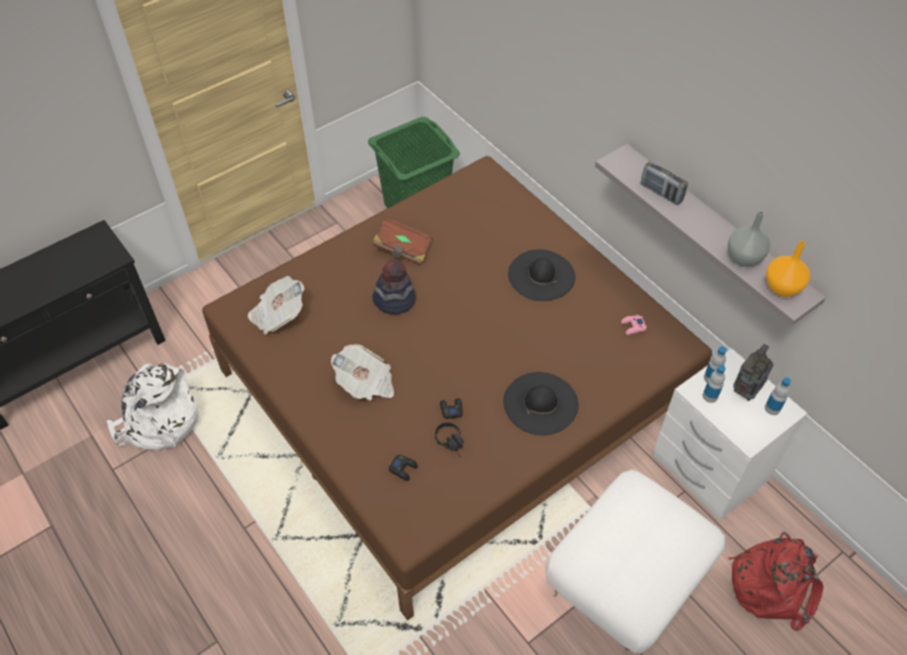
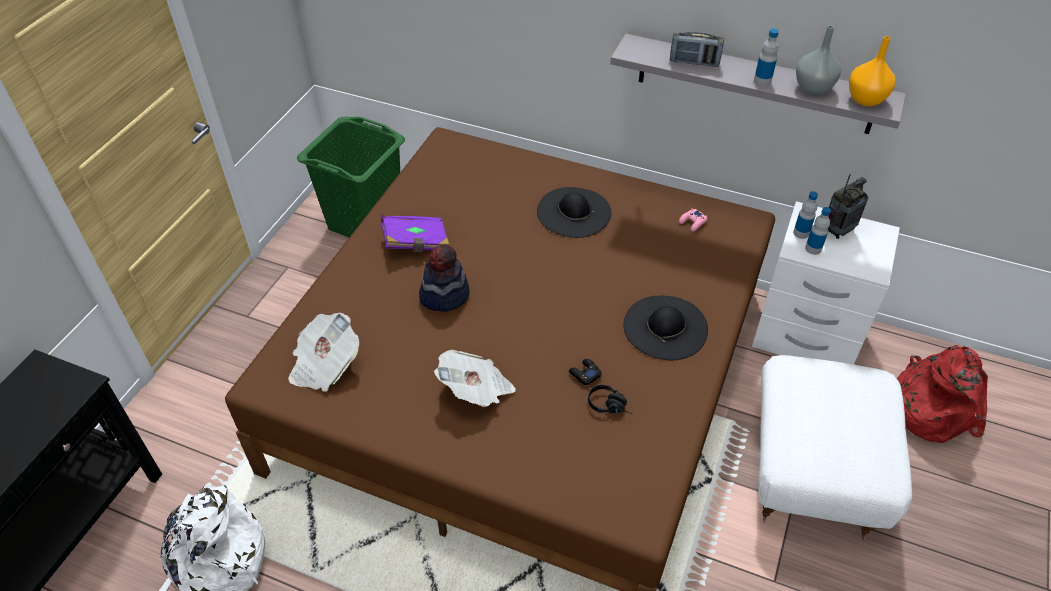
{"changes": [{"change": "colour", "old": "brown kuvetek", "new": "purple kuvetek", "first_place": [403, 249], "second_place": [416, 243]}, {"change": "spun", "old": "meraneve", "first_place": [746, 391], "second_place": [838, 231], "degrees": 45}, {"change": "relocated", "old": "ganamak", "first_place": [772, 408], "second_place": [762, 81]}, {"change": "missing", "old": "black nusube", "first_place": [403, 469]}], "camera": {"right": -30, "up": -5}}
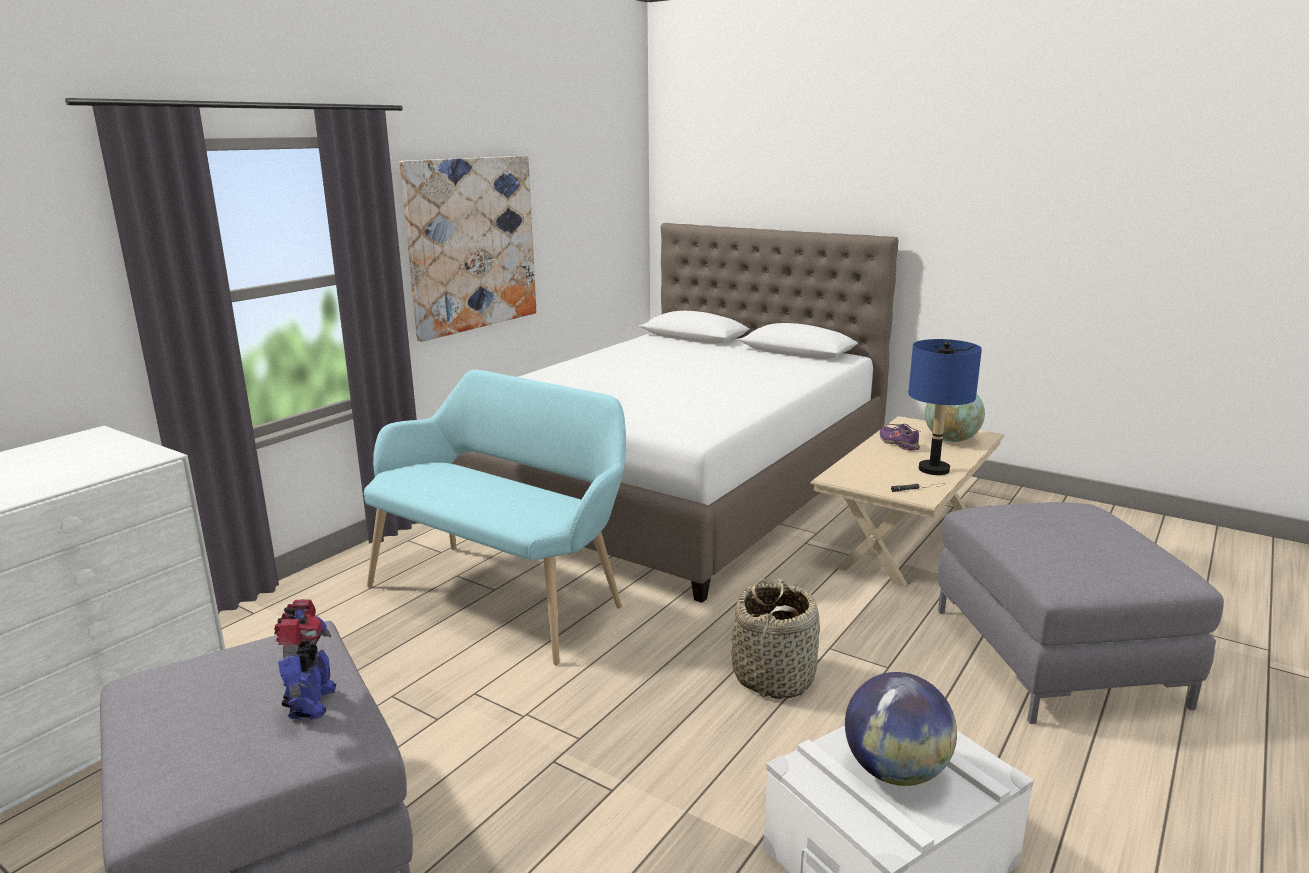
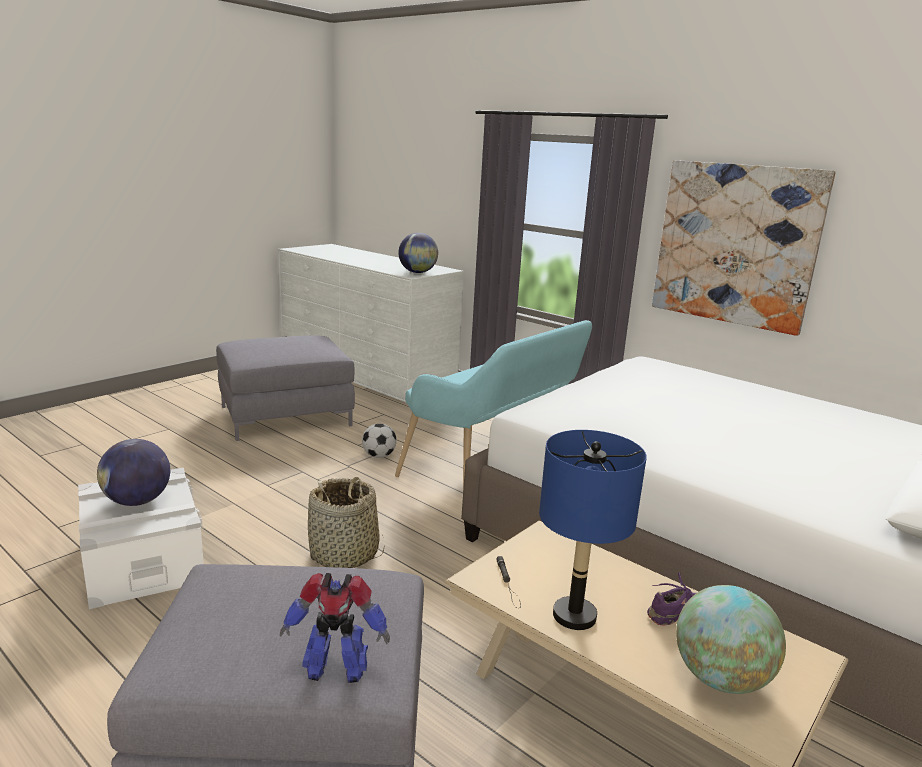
{"changes": [{"change": "relocated", "old": "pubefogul", "first_place": [310, 703], "second_place": [335, 668]}, {"change": "appeared", "new": "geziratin", "second_place": [417, 272]}, {"change": "appeared", "new": "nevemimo", "second_place": [379, 456]}], "camera": {"right": 95, "up": 0}}
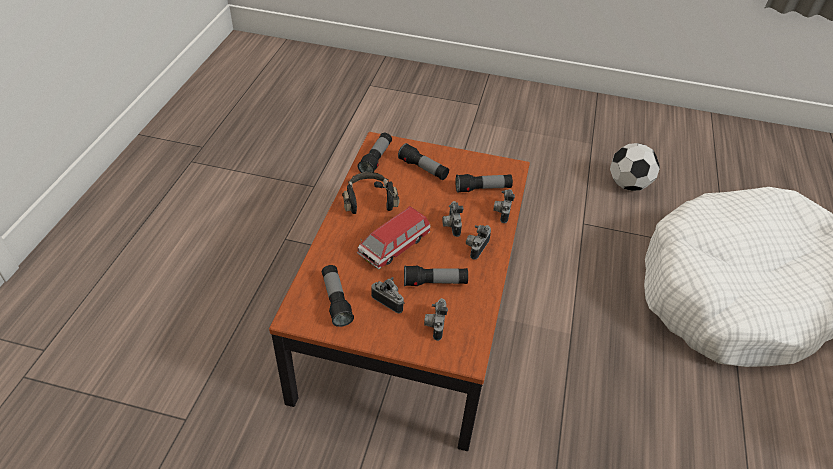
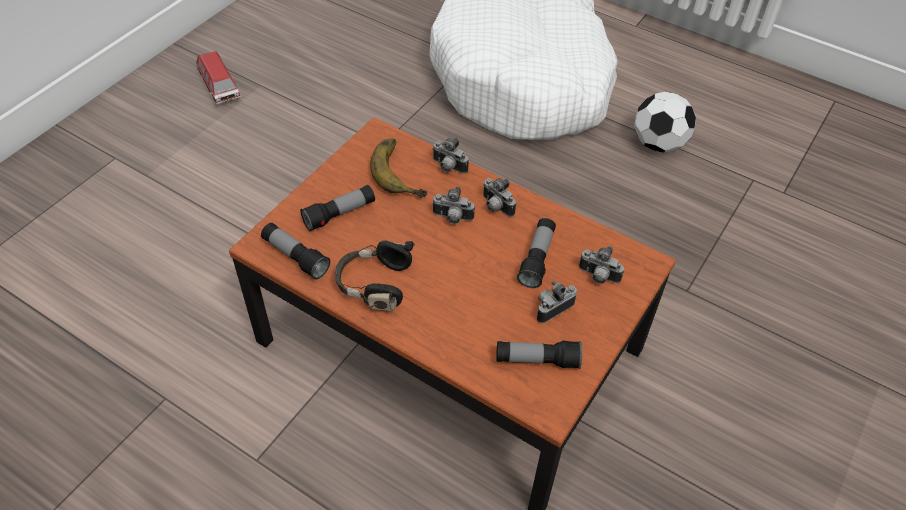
{"changes": [{"change": "relocated", "old": "nevemimo", "first_place": [628, 184], "second_place": [658, 144]}, {"change": "exchanged", "old": "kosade", "new": "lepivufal", "first_place": [483, 189], "second_place": [402, 171]}, {"change": "relocated", "old": "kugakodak", "first_place": [394, 246], "second_place": [219, 87]}], "camera": {"right": -70, "up": 5}}
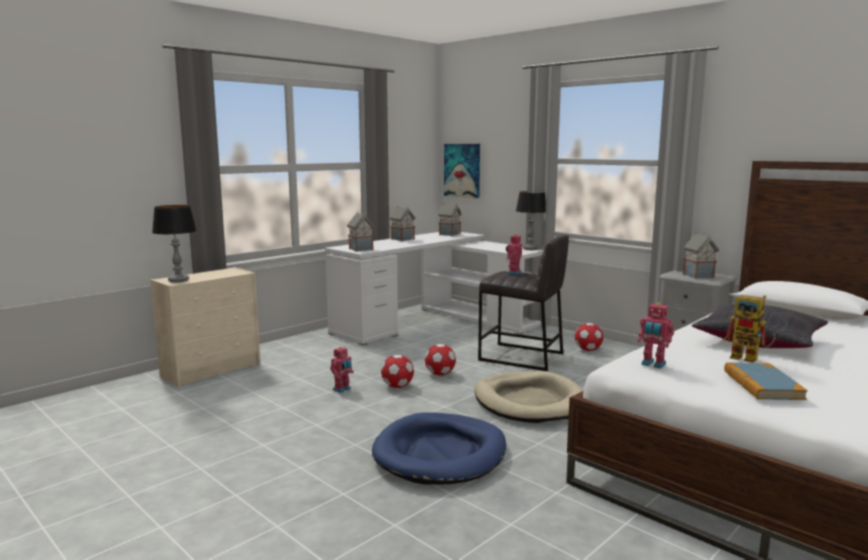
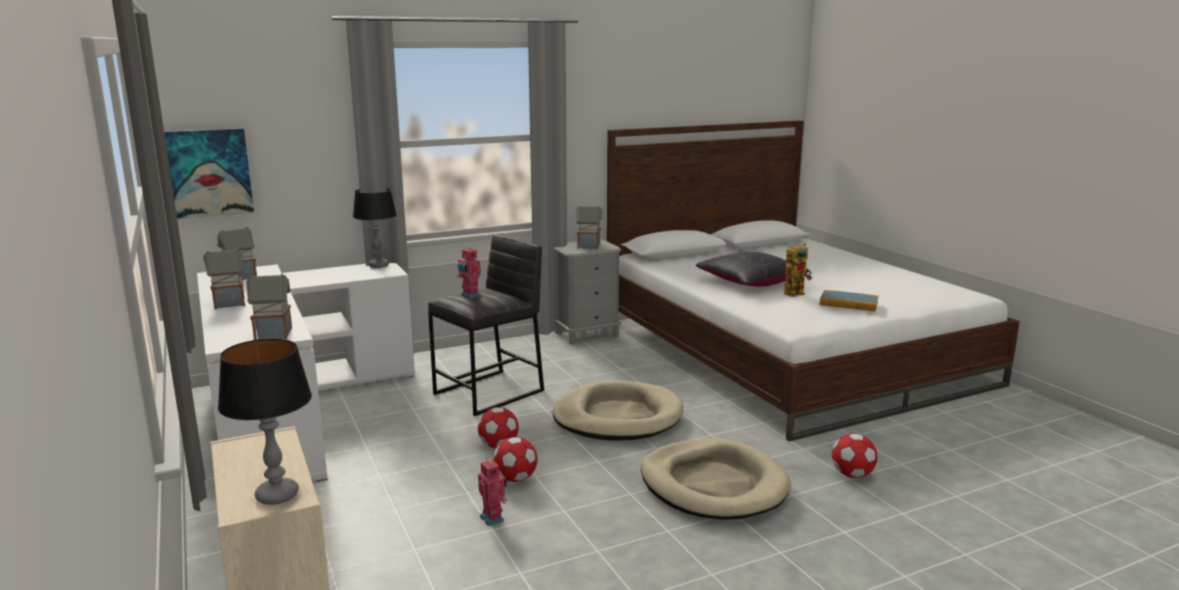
{"changes": [{"change": "missing", "old": "pubefogul", "first_place": [653, 364]}, {"change": "relocated", "old": "nevemimo", "first_place": [588, 350], "second_place": [852, 475]}, {"change": "colour", "old": "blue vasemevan", "new": "beige vasemevan", "first_place": [440, 453], "second_place": [713, 485]}], "camera": {"right": -70, "up": 5}}
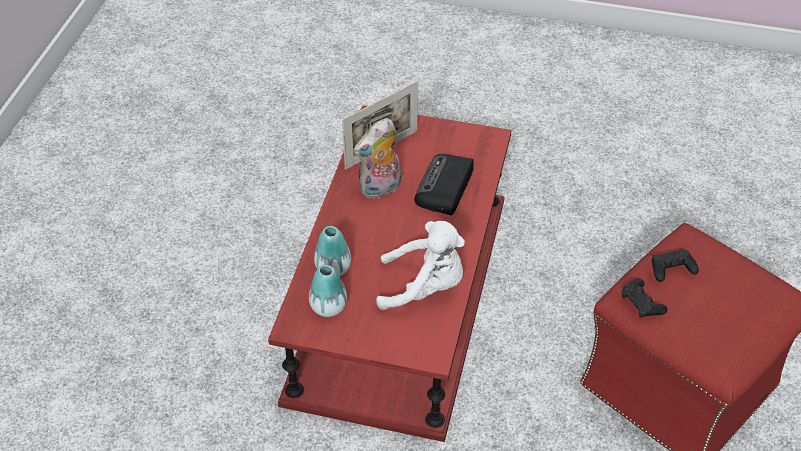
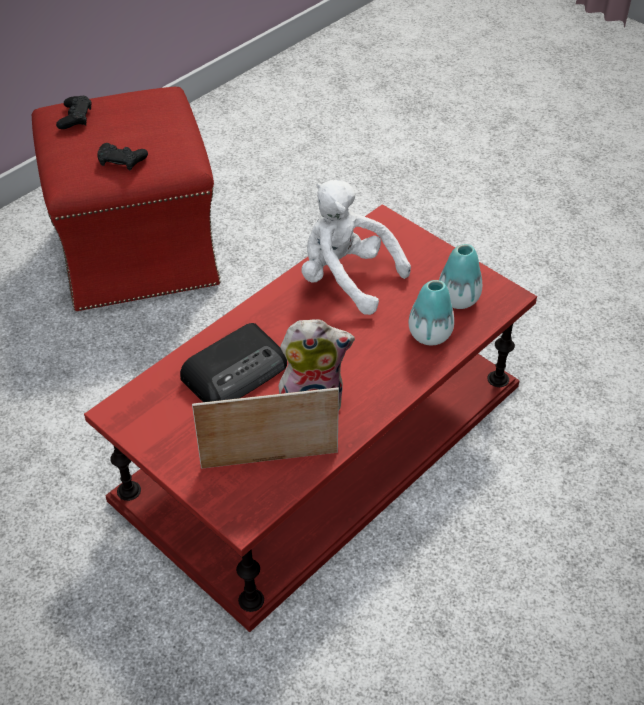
{"changes": [{"change": "relocated", "old": "black nusube", "first_place": [642, 303], "second_place": [75, 117]}], "camera": {"right": -150, "up": 0}}
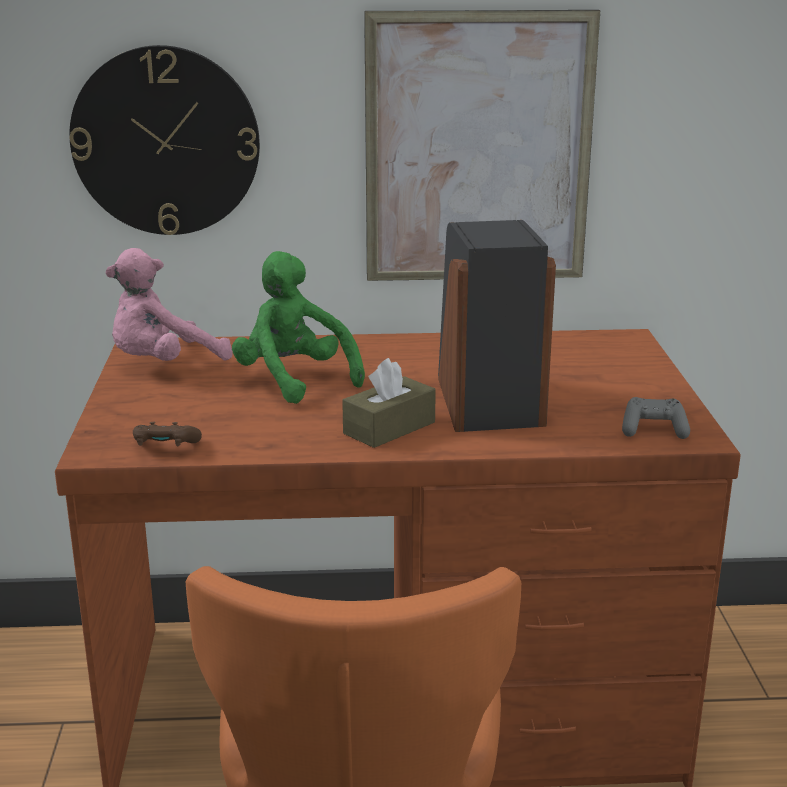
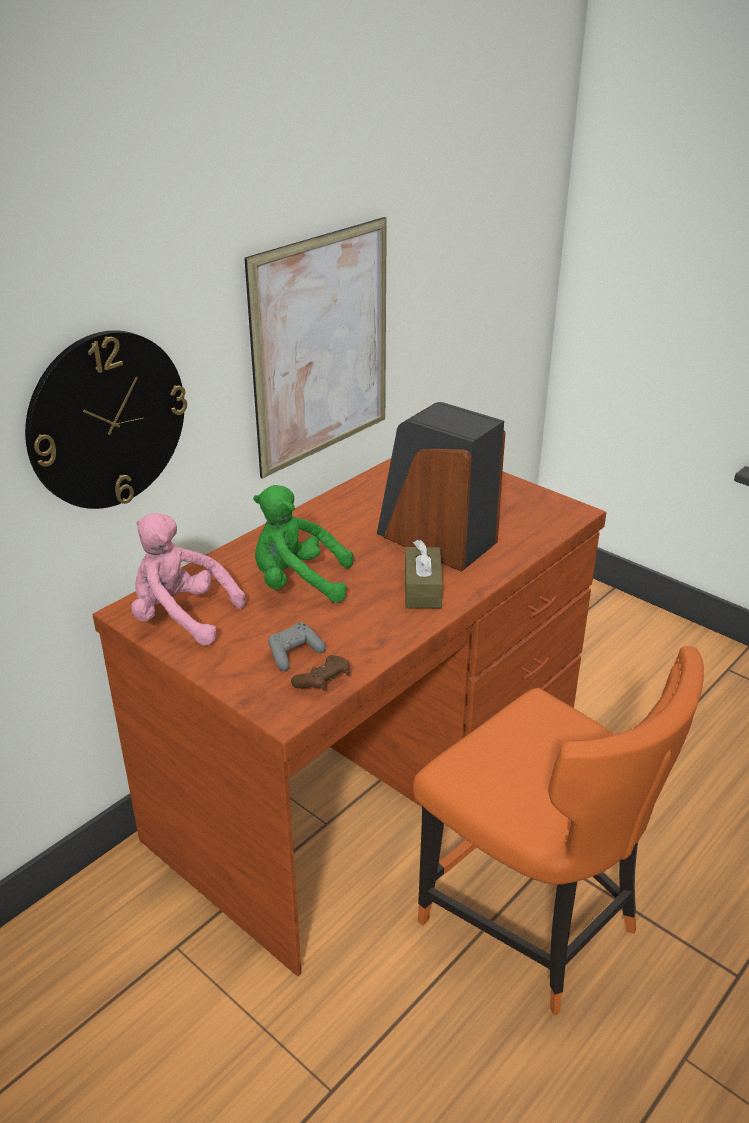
{"changes": [{"change": "spun", "old": "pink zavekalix", "first_place": [164, 364], "second_place": [181, 617], "degrees": 105}, {"change": "relocated", "old": "grey nusube", "first_place": [653, 430], "second_place": [294, 654]}], "camera": {"right": -45, "up": 10}}
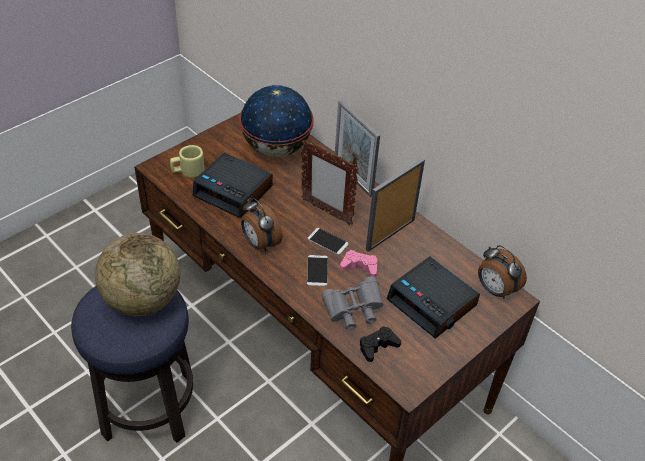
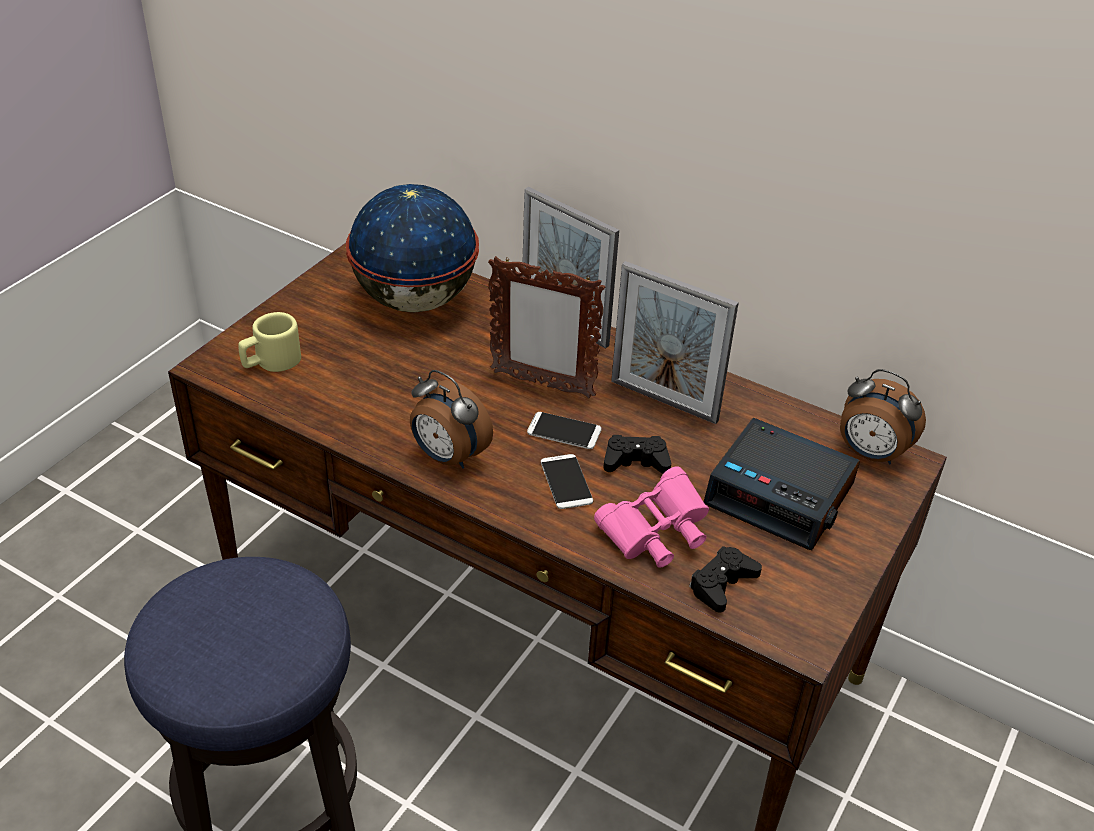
{"changes": [{"change": "missing", "old": "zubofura", "first_place": [234, 191]}, {"change": "spun", "old": "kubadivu", "first_place": [390, 234], "second_place": [664, 401], "degrees": -90}, {"change": "missing", "old": "geziratin", "first_place": [142, 300]}, {"change": "colour", "old": "pink nusube", "new": "black nusube", "first_place": [359, 267], "second_place": [635, 461]}, {"change": "colour", "old": "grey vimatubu", "new": "pink vimatubu", "first_place": [353, 311], "second_place": [655, 535]}], "camera": {"right": -15, "up": -5}}
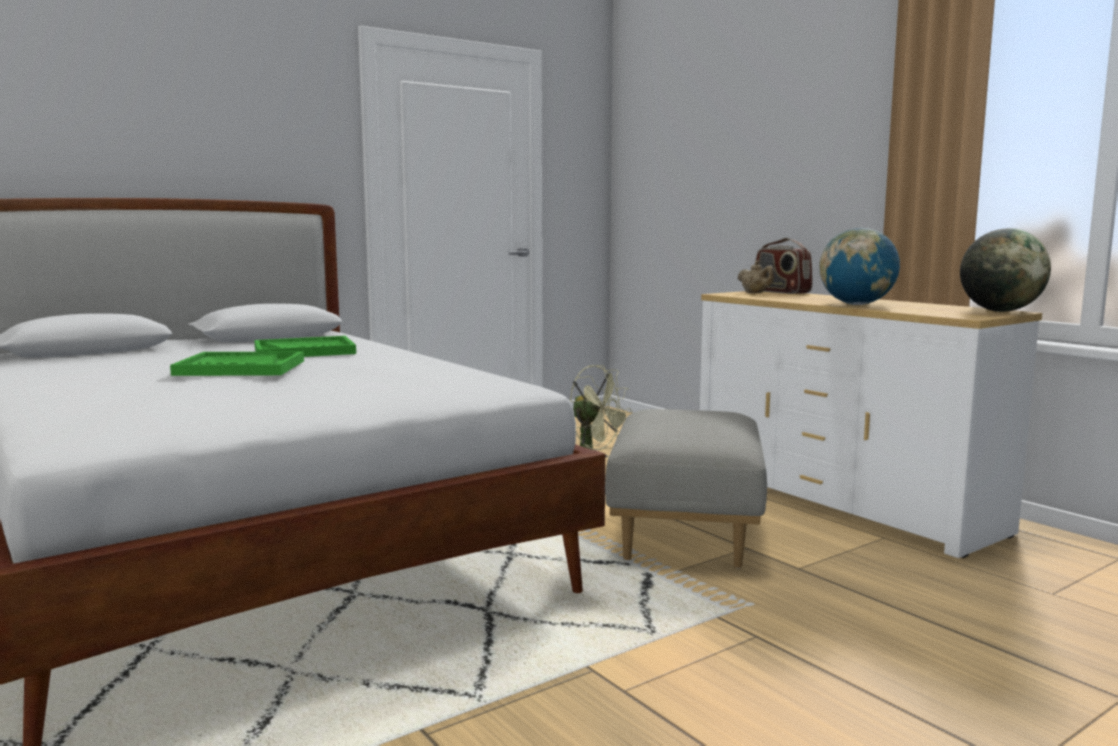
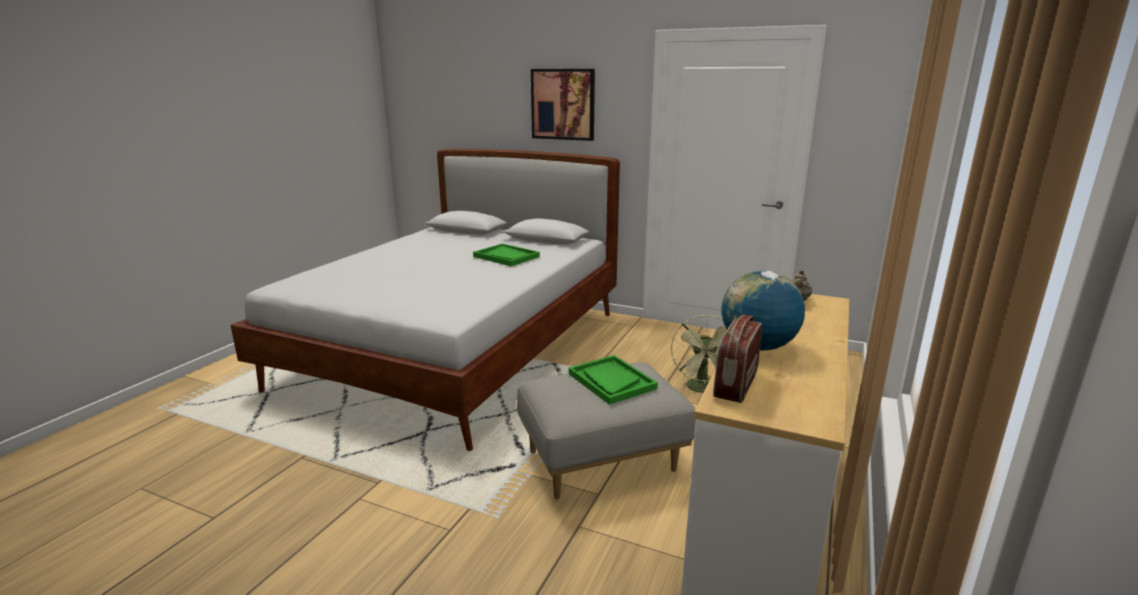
{"changes": [{"change": "missing", "old": "geziratin", "first_place": [1000, 311]}, {"change": "relocated", "old": "meraneve", "first_place": [781, 292], "second_place": [735, 385]}, {"change": "relocated", "old": "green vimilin", "first_place": [240, 368], "second_place": [611, 381]}, {"change": "appeared", "new": "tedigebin", "second_place": [563, 104]}], "camera": {"right": 60, "up": 10}}
